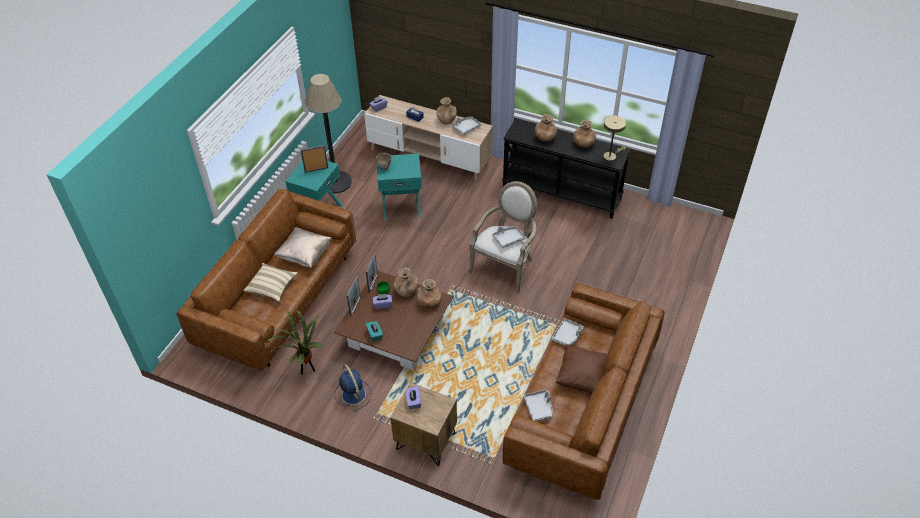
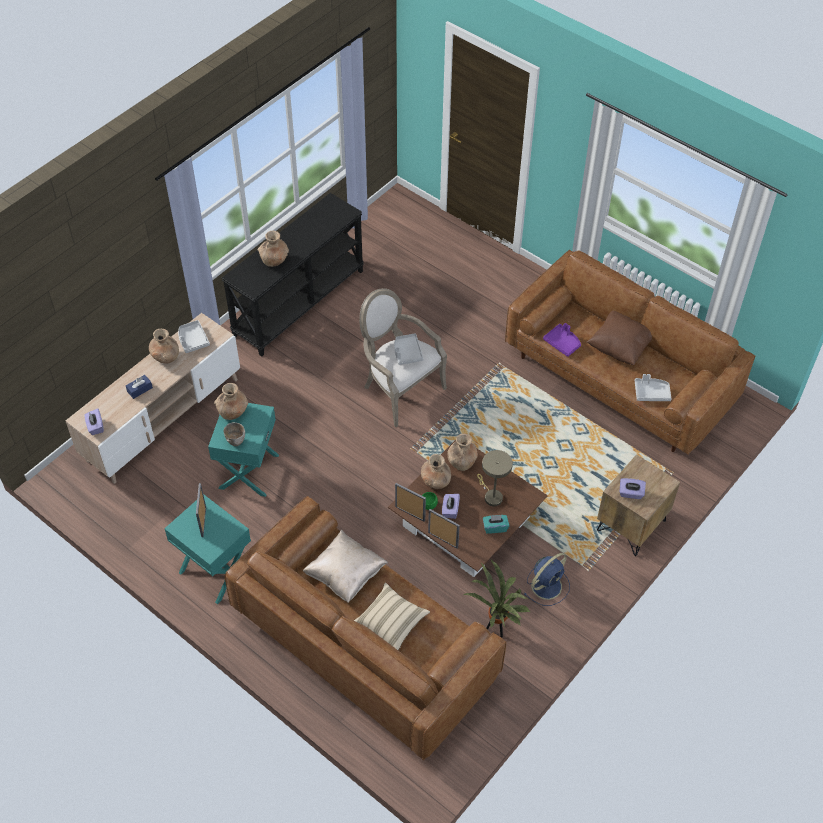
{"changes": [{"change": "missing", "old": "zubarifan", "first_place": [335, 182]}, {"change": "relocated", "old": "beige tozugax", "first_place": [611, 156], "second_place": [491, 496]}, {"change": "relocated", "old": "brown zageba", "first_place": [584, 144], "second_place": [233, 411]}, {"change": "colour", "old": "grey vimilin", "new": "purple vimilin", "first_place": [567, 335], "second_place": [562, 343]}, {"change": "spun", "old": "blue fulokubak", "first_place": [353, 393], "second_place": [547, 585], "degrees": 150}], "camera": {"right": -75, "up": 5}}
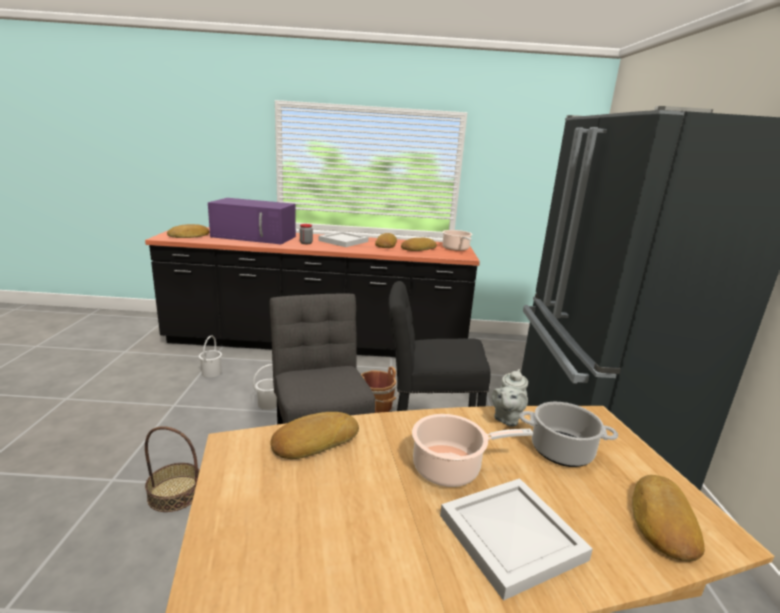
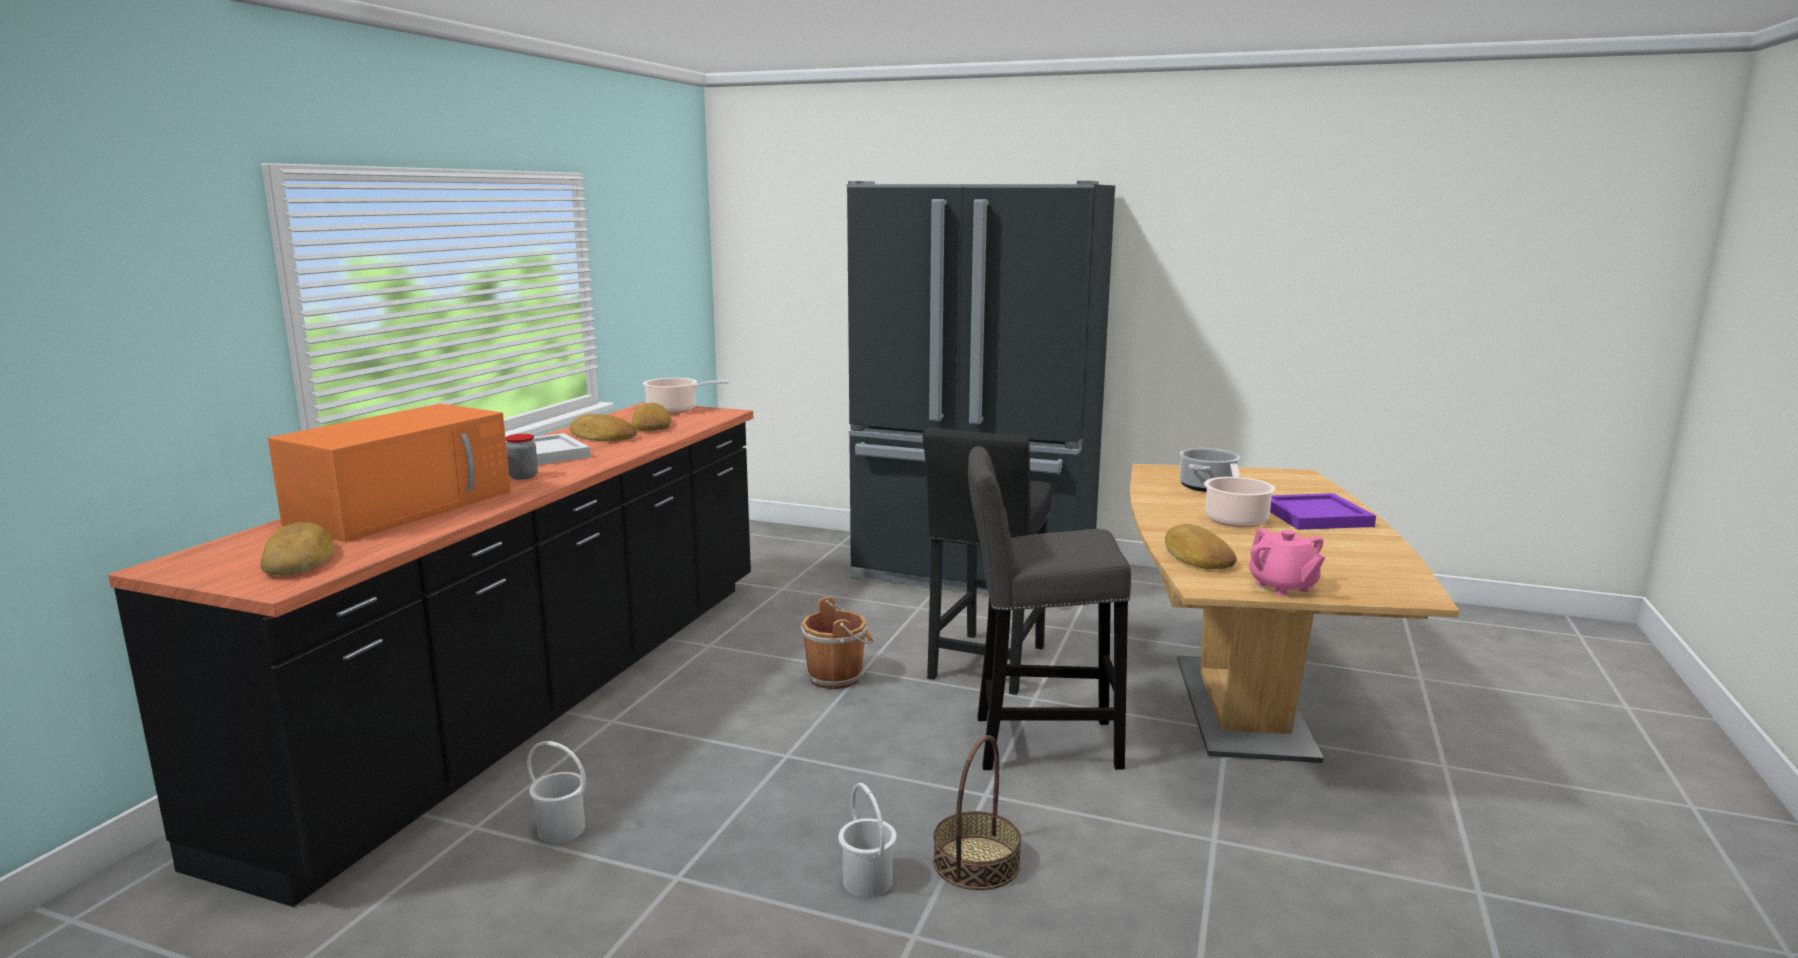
{"changes": [{"change": "colour", "old": "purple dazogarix", "new": "orange dazogarix", "first_place": [255, 237], "second_place": [404, 507]}, {"change": "relocated", "old": "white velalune", "first_place": [268, 404], "second_place": [868, 881]}, {"change": "missing", "old": "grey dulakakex", "first_place": [506, 418]}, {"change": "missing", "old": "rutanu", "first_place": [661, 522]}, {"change": "colour", "old": "white vimilin", "new": "purple vimilin", "first_place": [511, 535], "second_place": [1313, 515]}, {"change": "appeared", "new": "pink dulakakex", "second_place": [1282, 586]}], "camera": {"right": -70, "up": -5}}
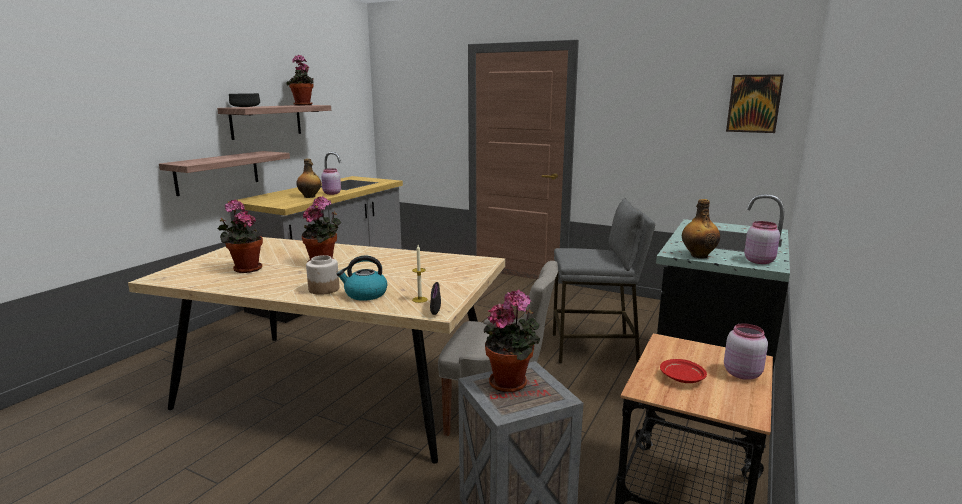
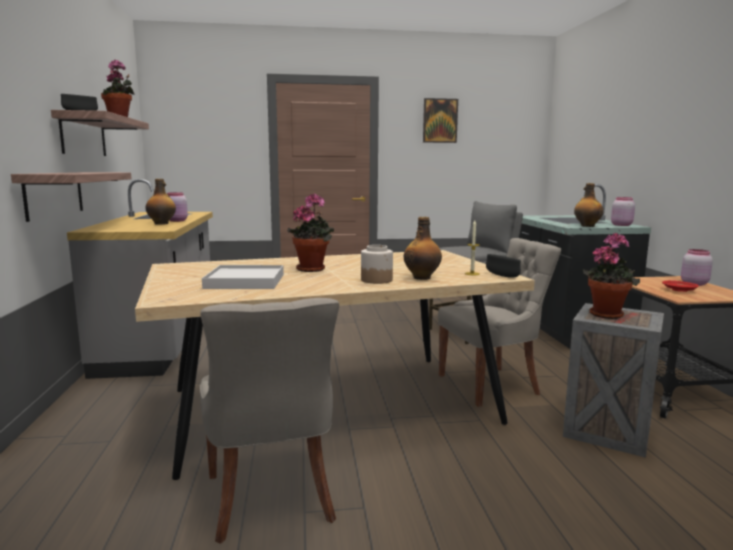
{"changes": [{"change": "relocated", "old": "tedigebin", "first_place": [754, 103], "second_place": [440, 120]}, {"change": "exchanged", "old": "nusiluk", "new": "white vimilin", "first_place": [245, 269], "second_place": [245, 281]}, {"change": "exchanged", "old": "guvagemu", "new": "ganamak", "first_place": [365, 294], "second_place": [422, 277]}, {"change": "appeared", "new": "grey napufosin", "second_place": [271, 499]}], "camera": {"right": -35, "up": -5}}
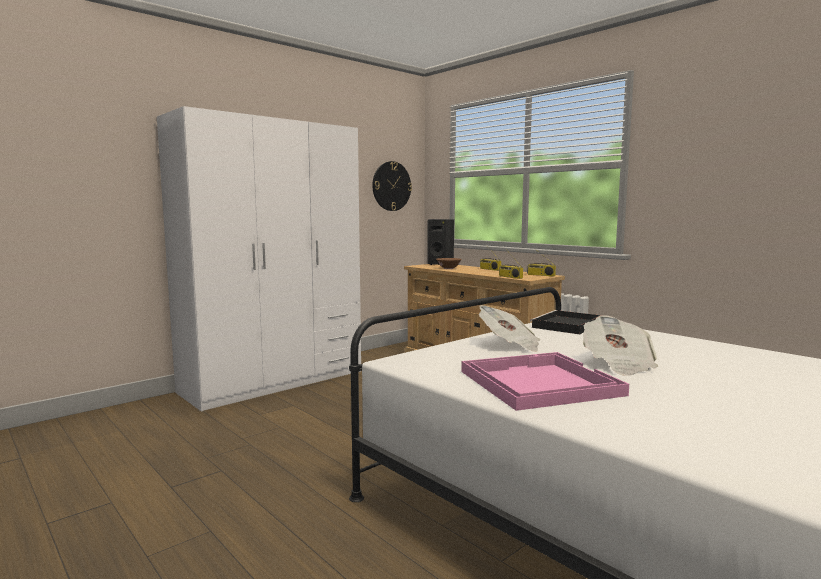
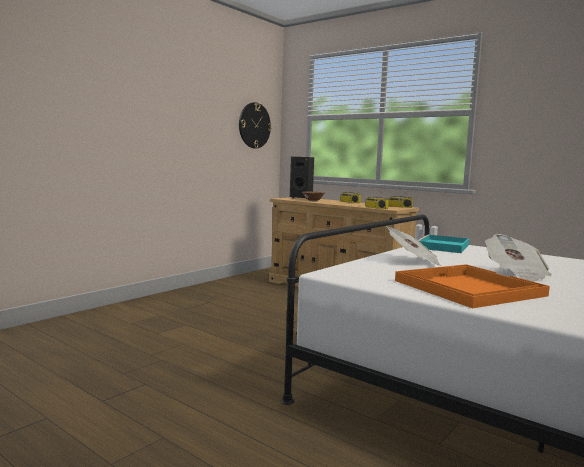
{"changes": [{"change": "missing", "old": "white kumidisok", "first_place": [274, 381]}, {"change": "colour", "old": "black vimilin", "new": "turquoise vimilin", "first_place": [566, 325], "second_place": [443, 247]}, {"change": "colour", "old": "pink vimilin", "new": "orange vimilin", "first_place": [537, 382], "second_place": [466, 288]}], "camera": {"right": -10, "up": 0}}
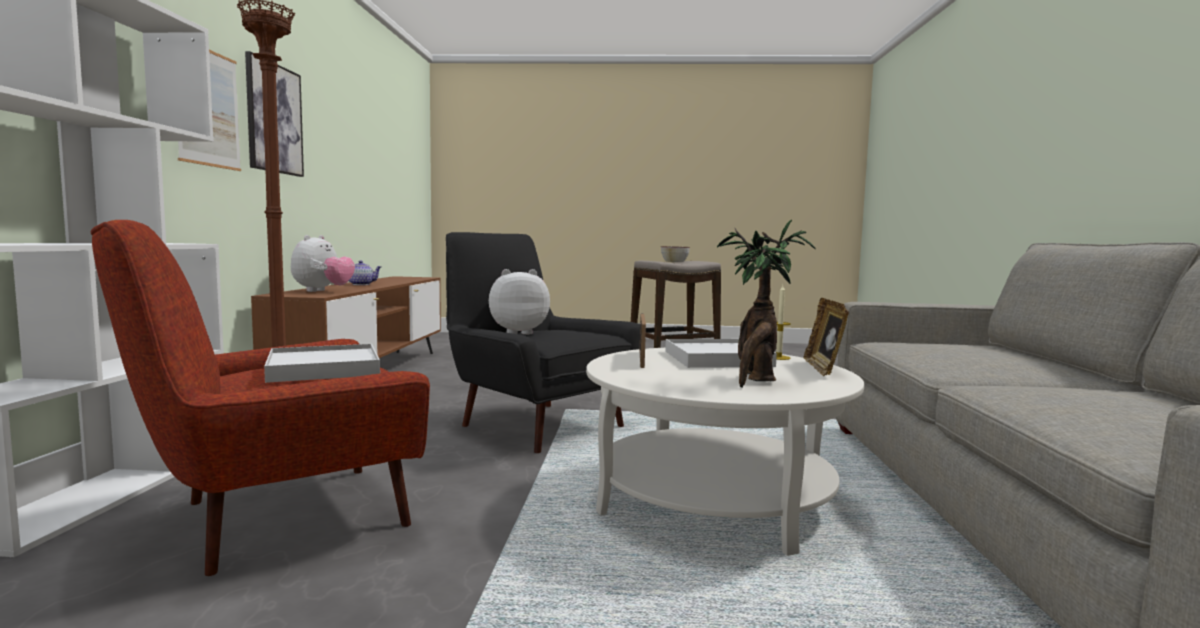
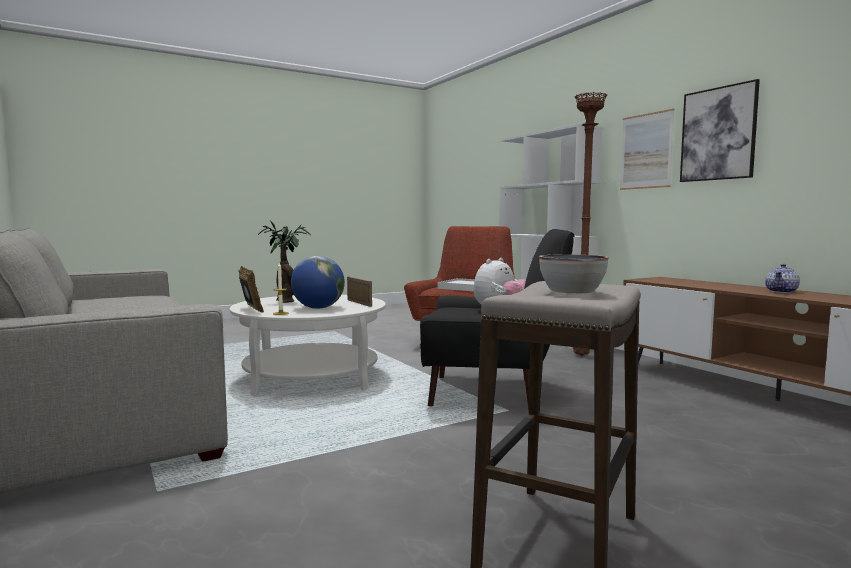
{"changes": [{"change": "missing", "old": "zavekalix", "first_place": [323, 291]}, {"change": "exchanged", "old": "white vimilin", "new": "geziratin", "first_place": [717, 358], "second_place": [318, 308]}], "camera": {"right": 145, "up": 0}}
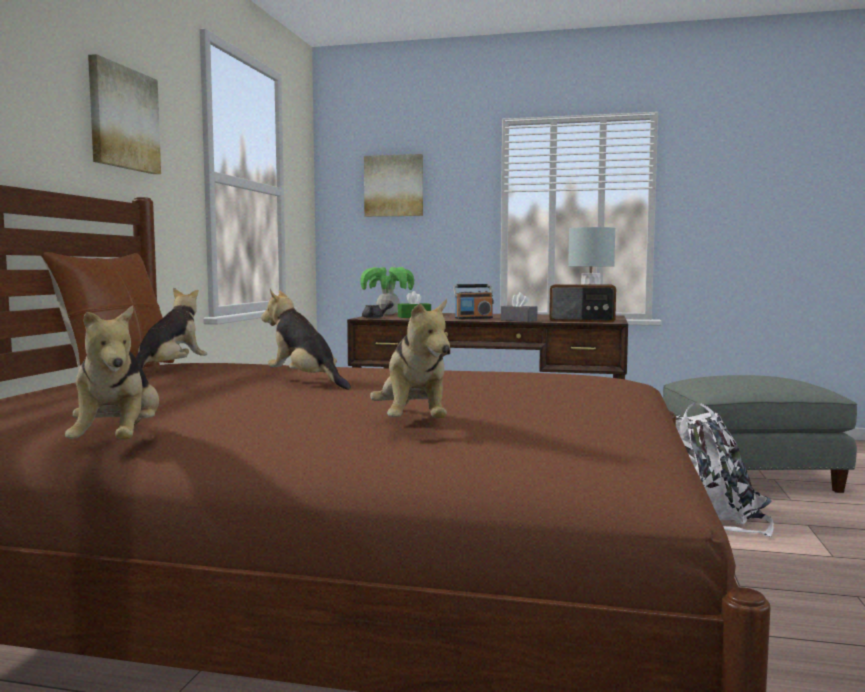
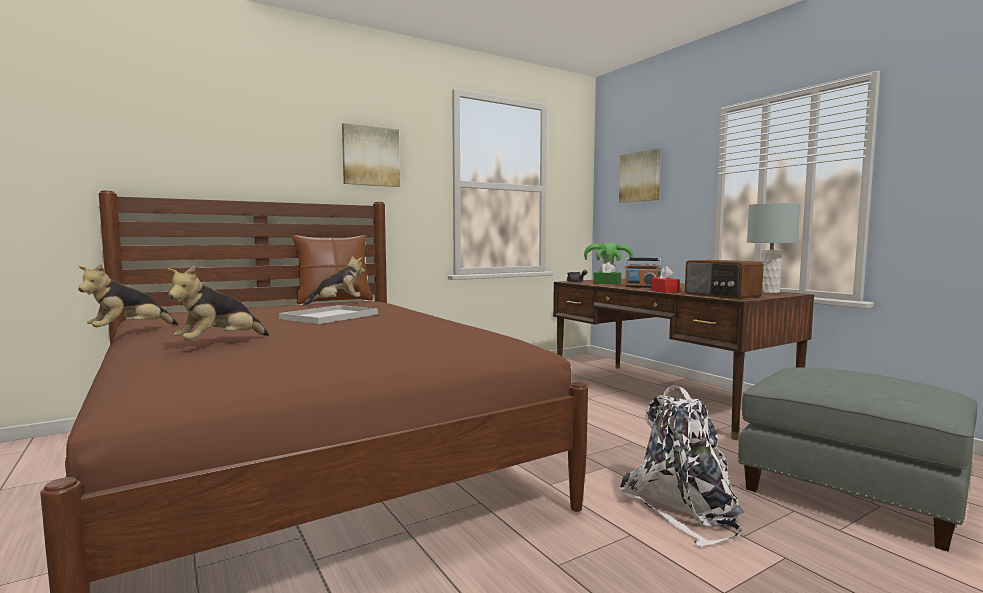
{"changes": [{"change": "exchanged", "old": "zavekalix", "new": "white vimilin", "first_place": [305, 382], "second_place": [329, 316]}, {"change": "colour", "old": "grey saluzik", "new": "red saluzik", "first_place": [518, 320], "second_place": [664, 291]}], "camera": {"right": 45, "up": 0}}
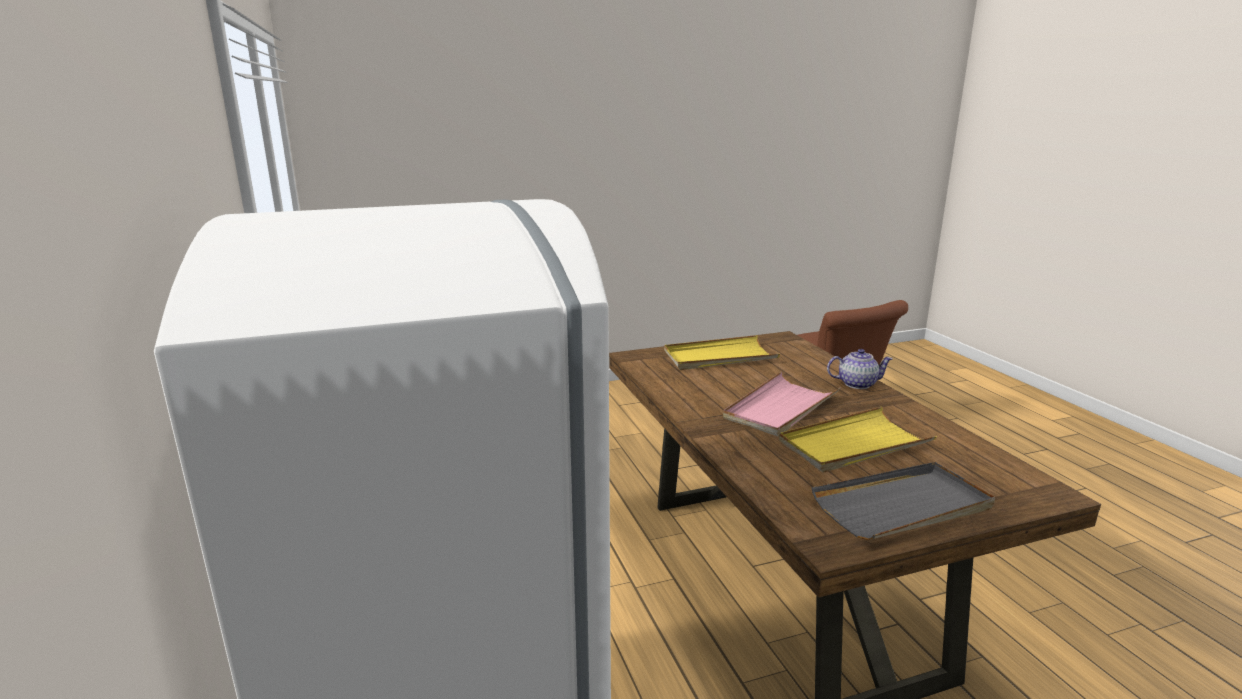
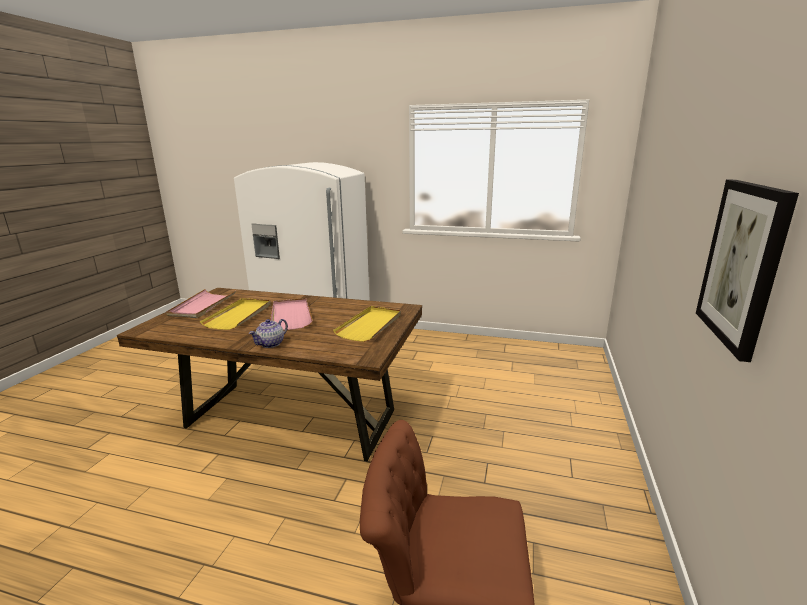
{"changes": [{"change": "colour", "old": "grey vimilin", "new": "pink vimilin", "first_place": [903, 506], "second_place": [202, 306]}, {"change": "appeared", "new": "tedigebin", "second_place": [743, 264]}], "camera": {"right": 125, "up": 0}}
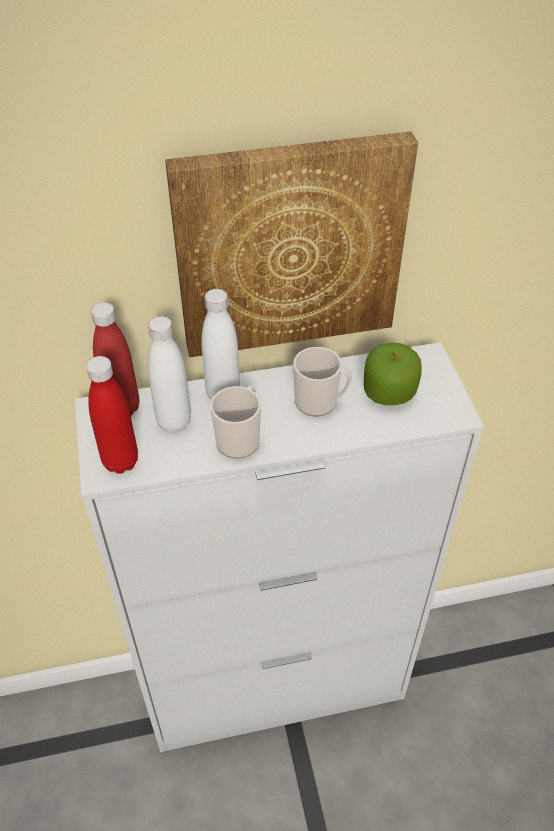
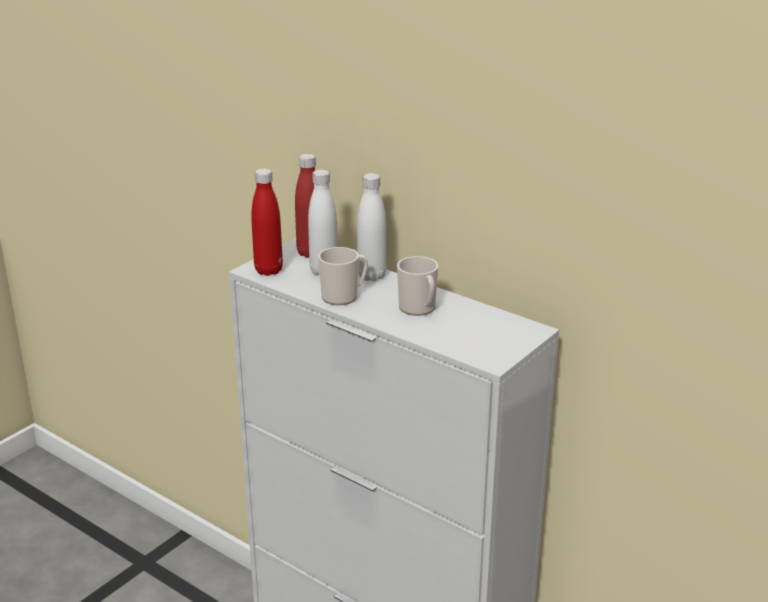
{"changes": [{"change": "missing", "old": "tedigebin", "first_place": [289, 246]}, {"change": "missing", "old": "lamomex", "first_place": [389, 392]}], "camera": {"right": 50, "up": -20}}
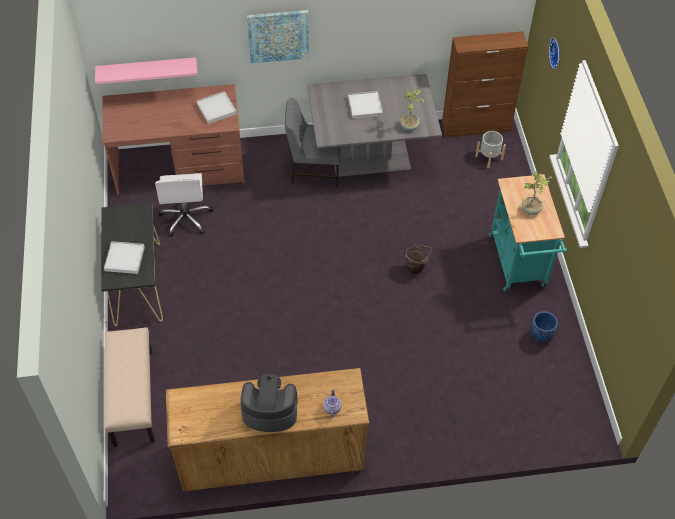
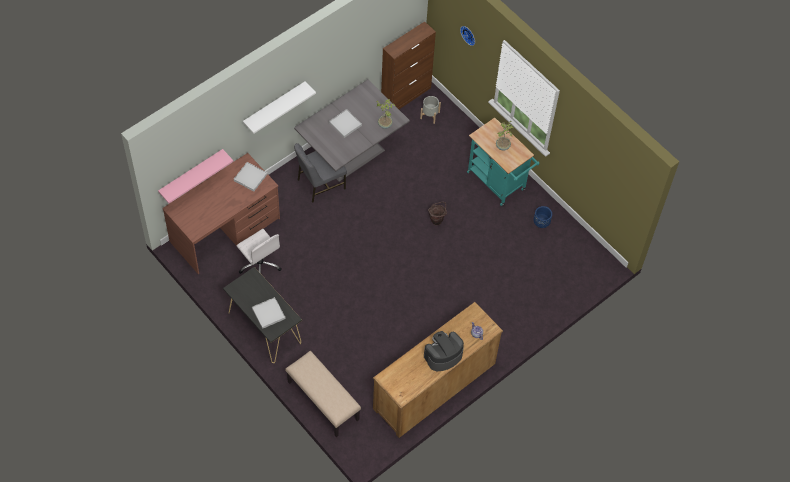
{"changes": [{"change": "exchanged", "old": "tedigebin", "new": "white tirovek", "first_place": [278, 35], "second_place": [274, 106]}], "camera": {"right": -35, "up": 5}}
